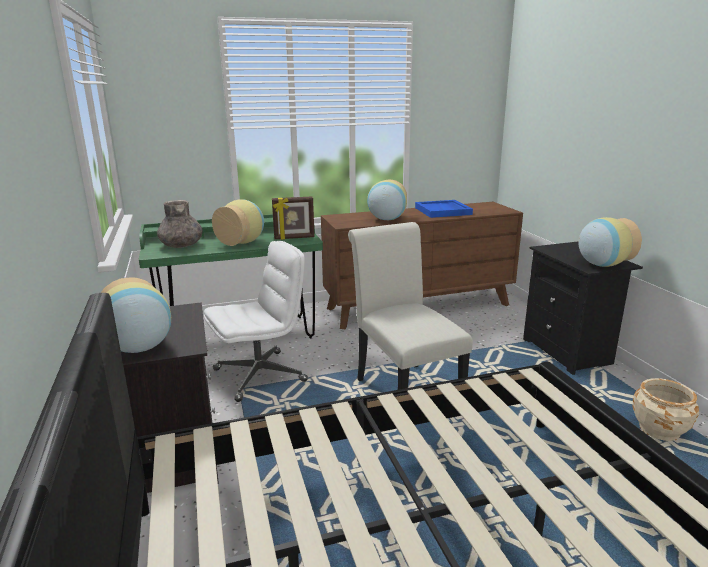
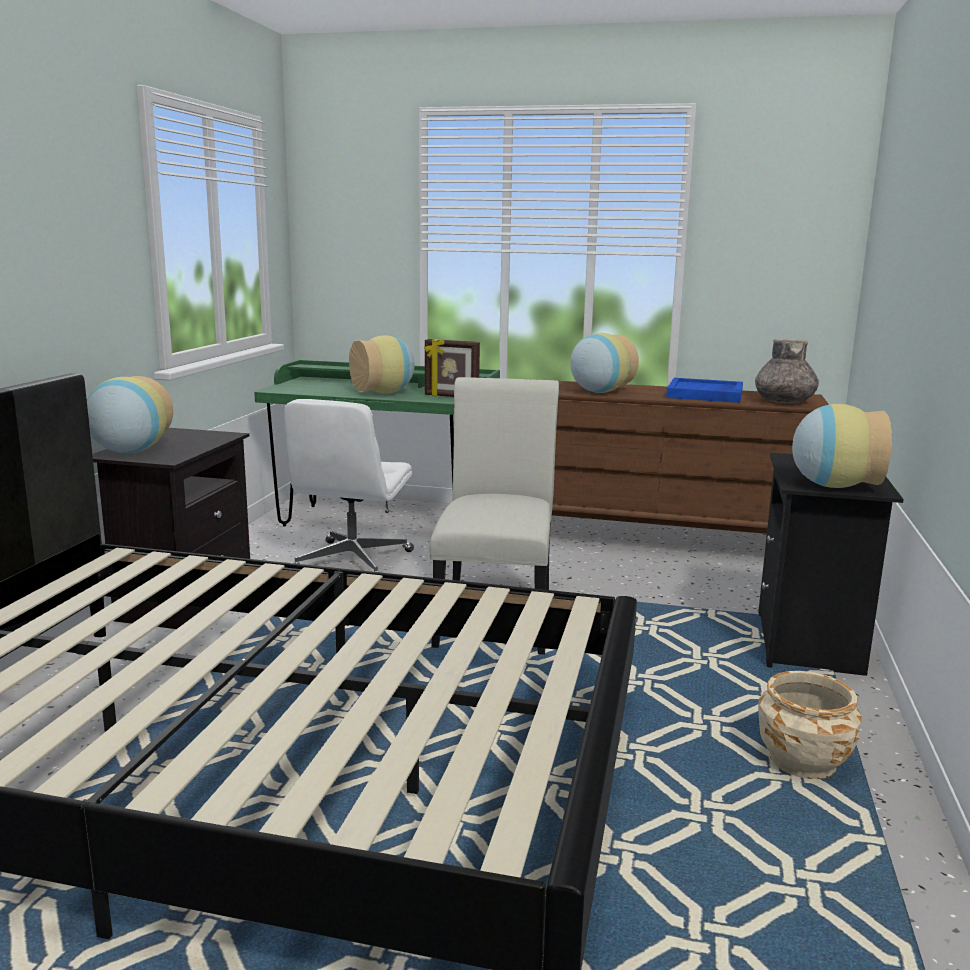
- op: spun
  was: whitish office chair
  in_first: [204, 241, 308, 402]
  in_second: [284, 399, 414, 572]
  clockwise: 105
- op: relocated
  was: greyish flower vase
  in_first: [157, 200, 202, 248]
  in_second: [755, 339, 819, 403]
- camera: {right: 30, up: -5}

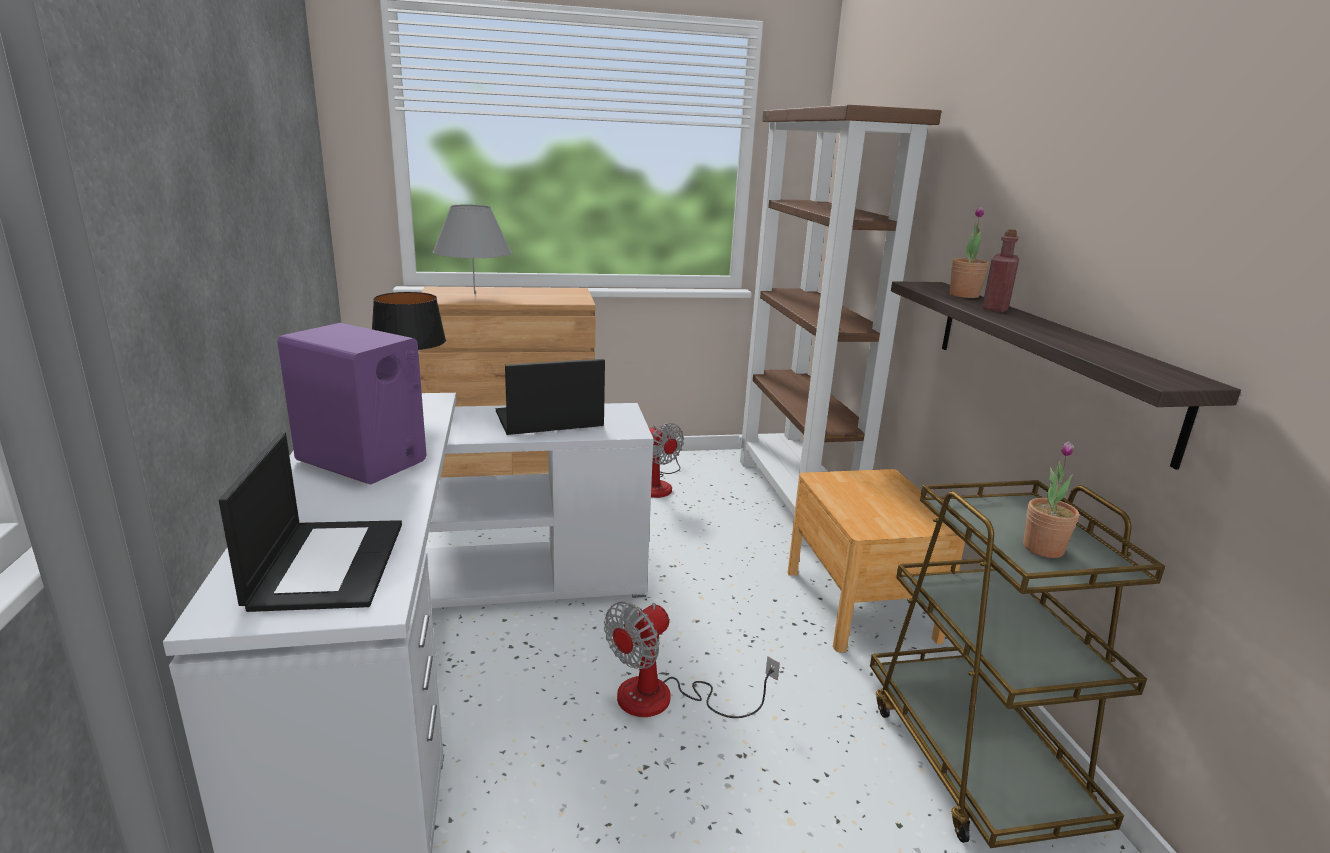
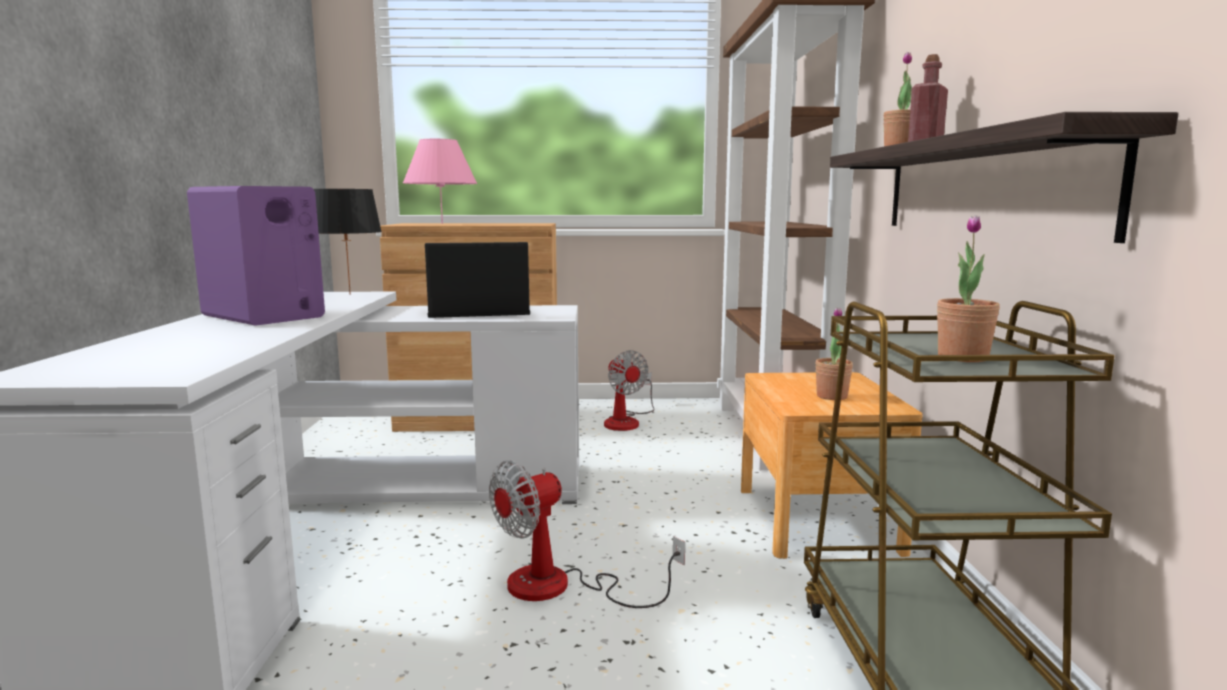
- op: colour
  was: greyish lamp for a table
  now: pink lamp for a table
  in_first: [433, 205, 512, 294]
  in_second: [403, 139, 477, 224]
- op: appeared
  now: plant in a pot
  in_second: [815, 308, 853, 400]
- op: missing
  was: laptop
  in_first: [219, 433, 402, 612]
- camera: {right: 10, up: -10}

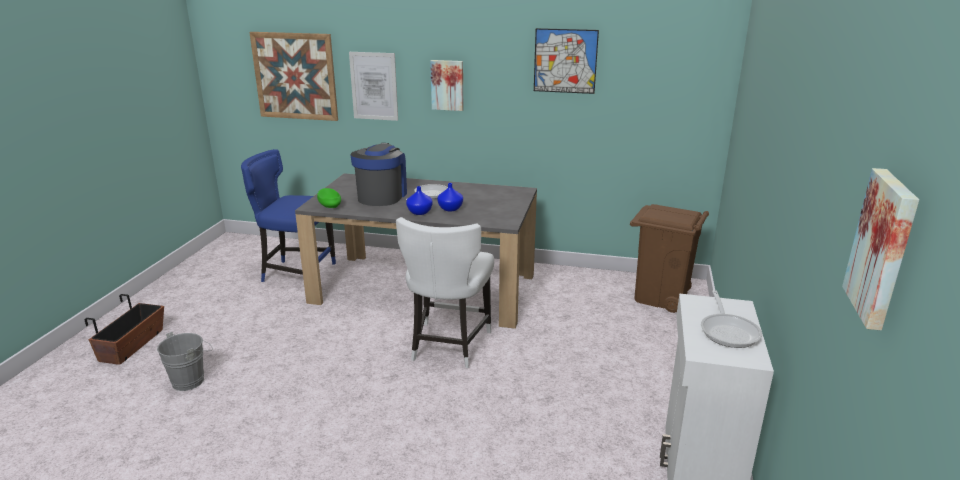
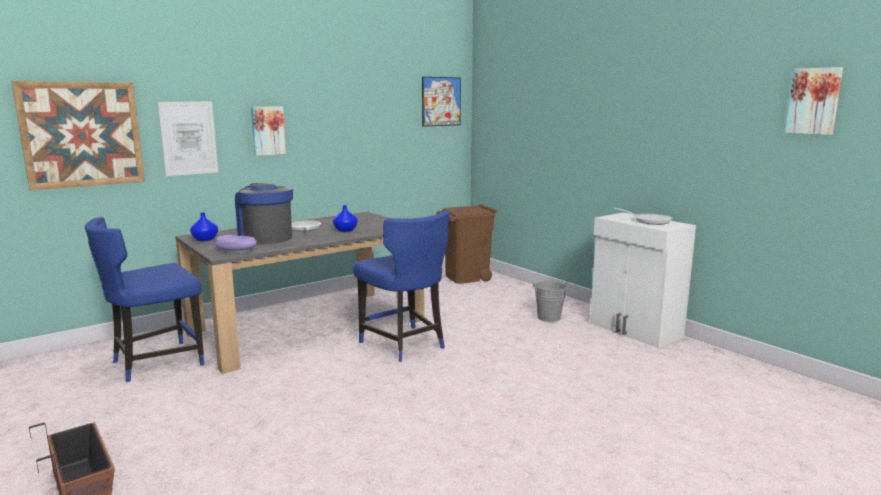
- op: relocated
  was: bluish flower vase
  in_first: [406, 186, 433, 215]
  in_second: [190, 213, 218, 241]
- op: colour
  was: green-coloured bowl
  now: purple-coloured bowl
  in_first: [317, 188, 341, 210]
  in_second: [215, 235, 257, 253]
- op: colour
  was: whitish plain chair
  now: bluish plain chair
  in_first: [396, 217, 494, 368]
  in_second: [353, 210, 450, 362]
- op: relocated
  was: wall art
  in_first: [534, 28, 599, 94]
  in_second: [422, 77, 461, 127]
- op: relocated
  was: greyish bucket
  in_first: [157, 332, 213, 391]
  in_second: [533, 281, 568, 322]
- camera: {right: -50, up: -10}

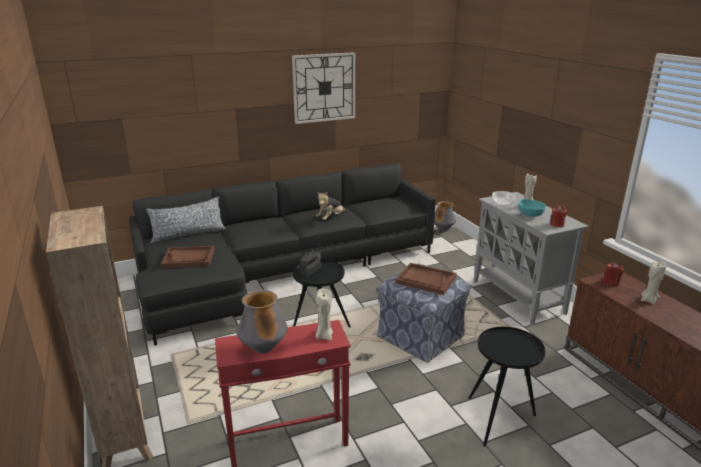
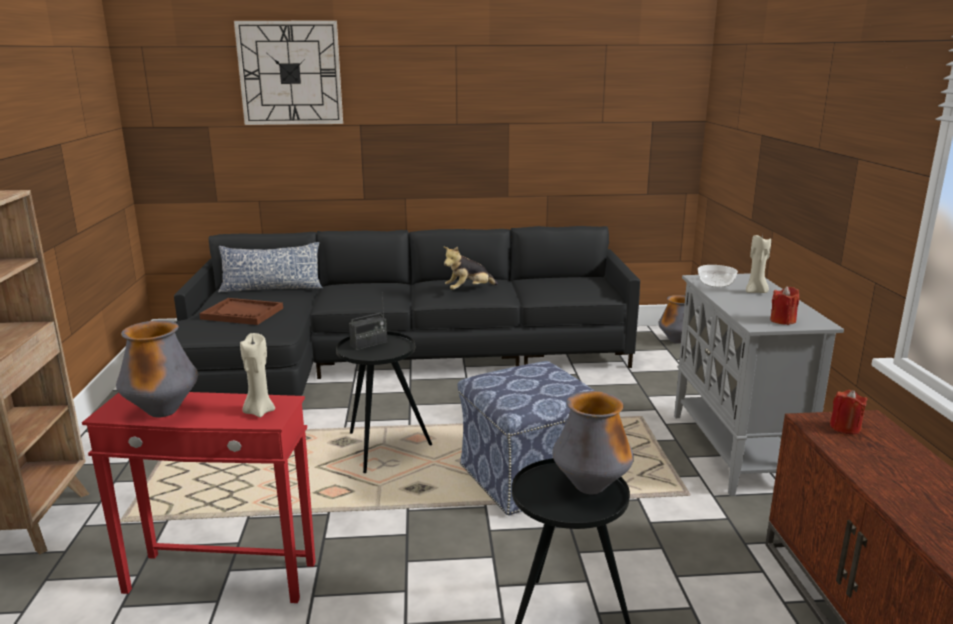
- op: relocated
  was: clock on the wall
  in_first: [292, 52, 355, 124]
  in_second: [234, 21, 343, 125]
- op: appeared
  now: flower vase
  in_second: [552, 391, 634, 494]
- op: missing
  was: brown carrying tray
  in_first: [396, 263, 456, 295]
- op: missing
  was: turquoise bowl
  in_first: [518, 199, 546, 217]
- op: missing
  was: sand-coloured candle
  in_first: [641, 261, 666, 304]
- camera: {right: 20, up: -5}

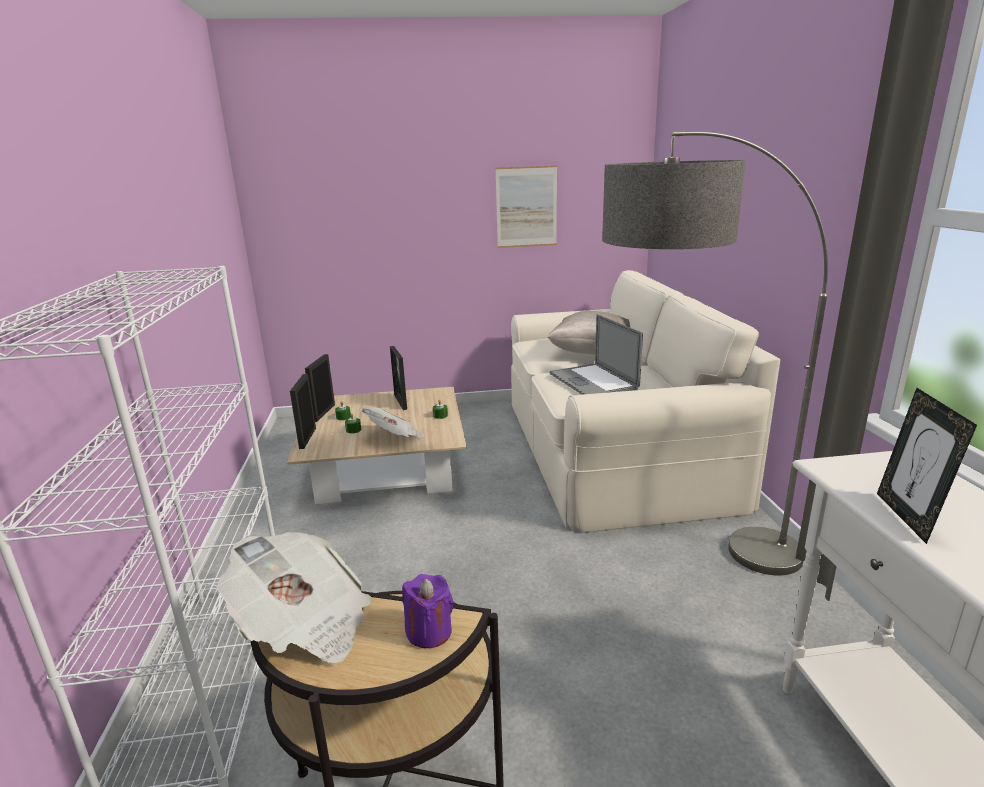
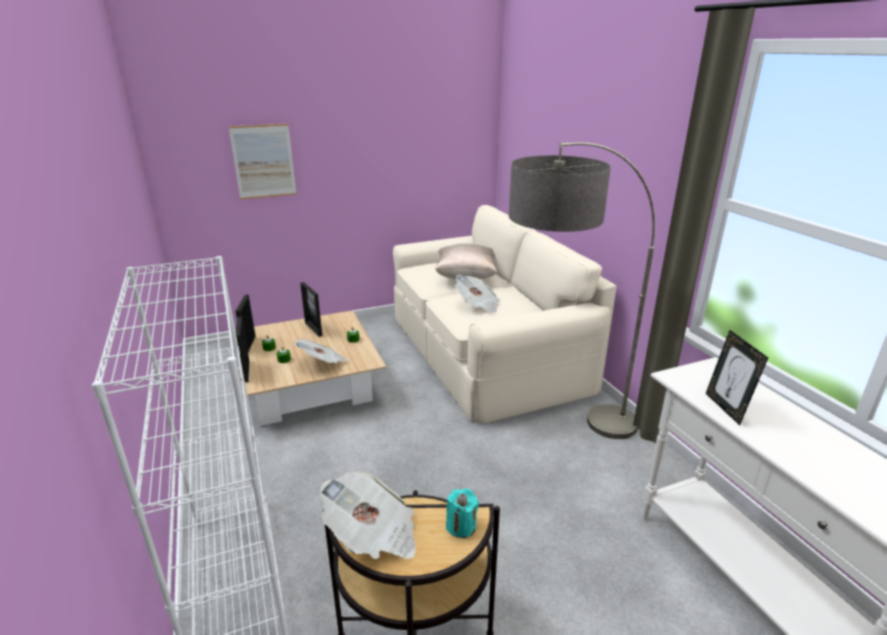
- op: relocated
  was: wall art
  in_first: [495, 165, 557, 248]
  in_second: [229, 124, 297, 199]
- op: colour
  was: purple-coloured candle
  now: turquoise candle
  in_first: [402, 574, 453, 648]
  in_second: [446, 488, 479, 538]
- op: exchanged
  was: laptop
  now: newspaper
  in_first: [550, 314, 643, 395]
  in_second: [455, 275, 500, 313]
- camera: {right: -15, up: 5}

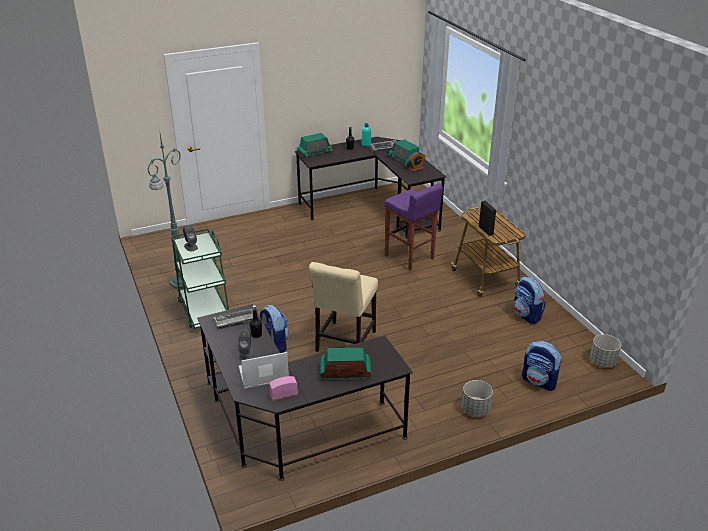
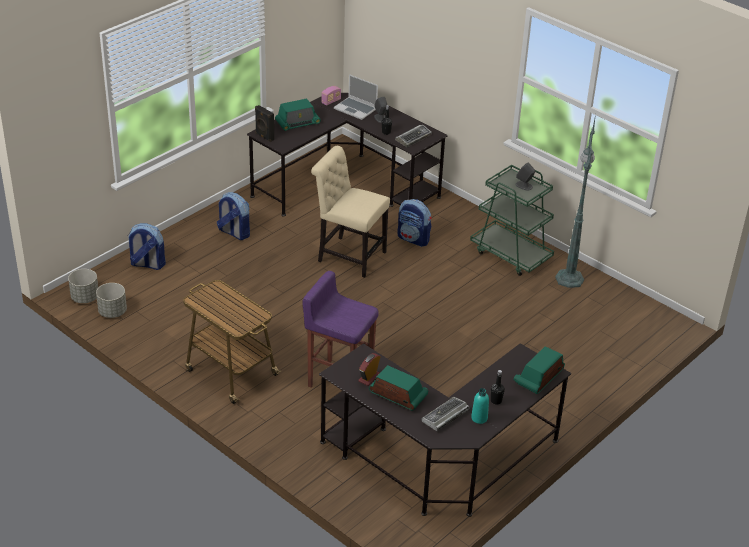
- op: relocated
  was: greyish planter
  in_first: [462, 380, 493, 417]
  in_second: [96, 283, 127, 318]
- op: relocated
  was: backpack
  in_first: [513, 277, 546, 324]
  in_second: [217, 192, 250, 240]
- op: relocated
  was: black speaker
  in_first: [479, 200, 497, 236]
  in_second: [255, 105, 274, 142]
- op: spun
  was: sand-coloured plain chair
  in_first: [309, 262, 378, 352]
  in_second: [311, 146, 390, 278]
  clockwise: -60
- op: spun
  was: laptop
  in_first: [239, 352, 289, 389]
  in_second: [334, 74, 378, 120]
  clockwise: 75
- camera: {right: 155, up: 5}

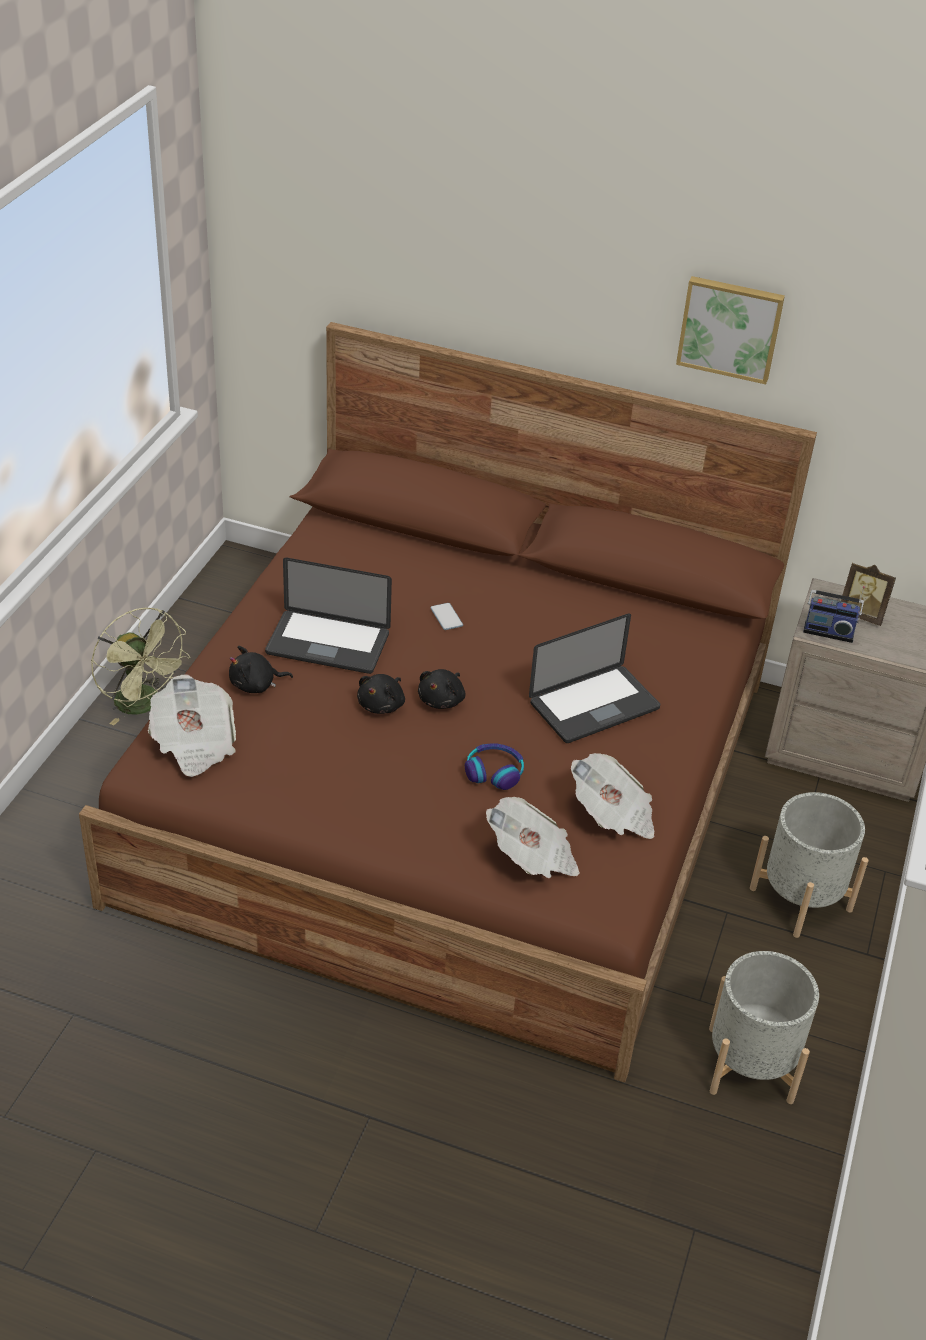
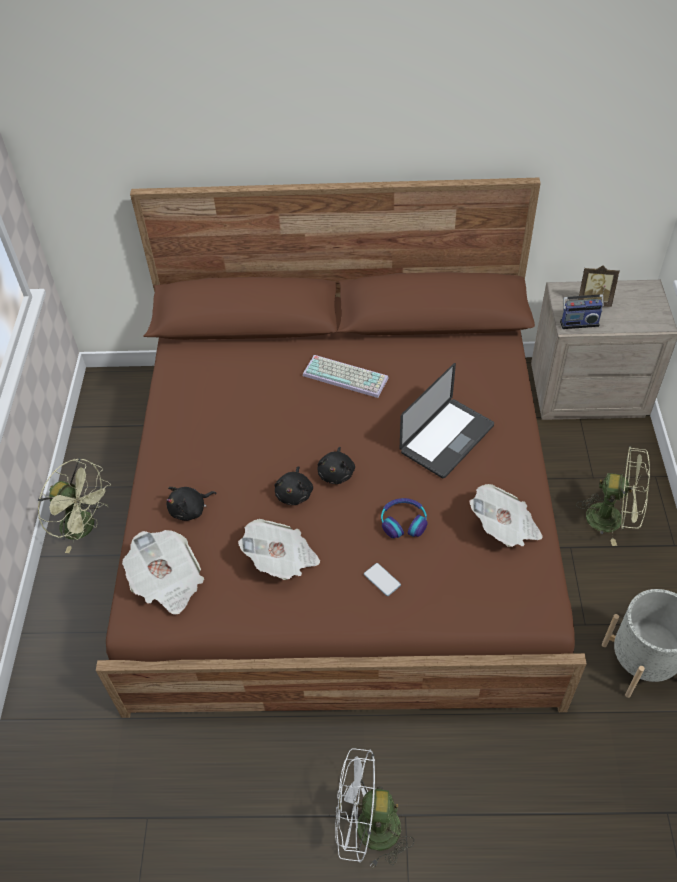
- op: relocated
  was: newspaper
  in_first: [486, 797, 580, 878]
  in_second: [238, 519, 320, 580]
- op: appeared
  now: PC keyboard
  in_second: [303, 355, 389, 398]
- op: appeared
  now: whitish cooling fan
  in_second: [335, 748, 414, 868]
- op: relocated
  was: handset
  in_first: [430, 603, 463, 630]
  in_second: [364, 563, 401, 596]
- op: exchanged
  was: greyish planter
  now: green-coloured cooling fan
  in_first: [750, 792, 869, 938]
  in_second: [576, 446, 650, 546]
- op: missing
  was: laptop
  in_first: [265, 558, 392, 674]
- op: missing
  was: wall art
  in_first: [676, 276, 785, 384]
- camera: {right: -15, up: 10}

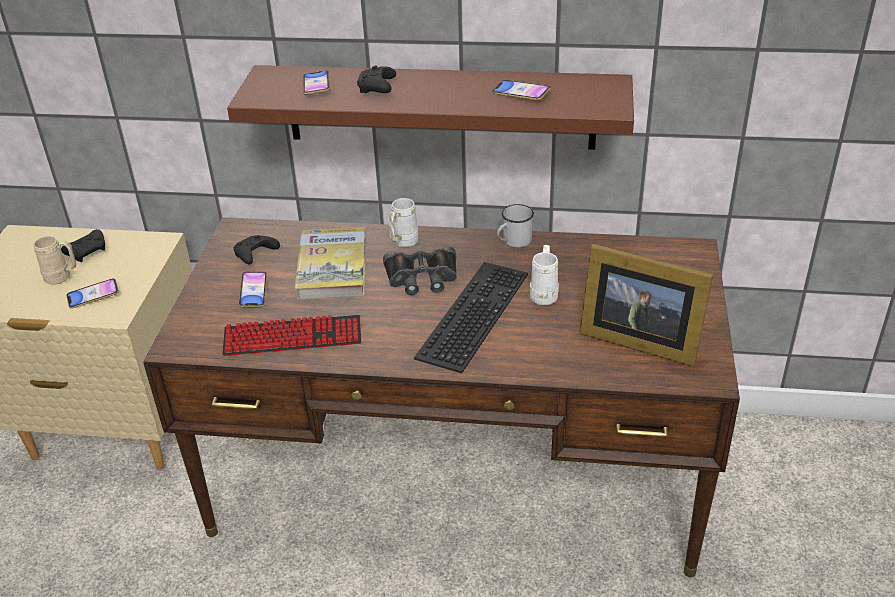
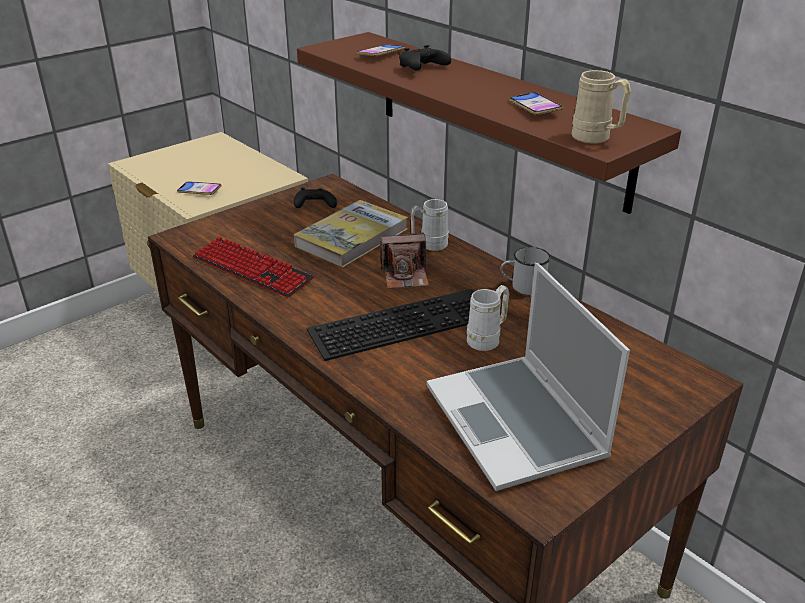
- op: exchanged
  was: black field glasses
  now: still camera
  in_first: [383, 246, 457, 295]
  in_second: [380, 233, 429, 289]
- op: exchanged
  was: photo frame
  now: laptop
  in_first: [579, 244, 713, 367]
  in_second: [426, 262, 630, 491]
- op: relocated
  was: sand-coloured tea mug
  in_first: [33, 236, 76, 285]
  in_second: [572, 70, 631, 144]
- op: missing
  was: black gamepad
  in_first: [61, 229, 105, 262]
- op: missing
  was: handset
  in_first: [239, 272, 267, 307]
- camera: {right: 40, up: -5}

